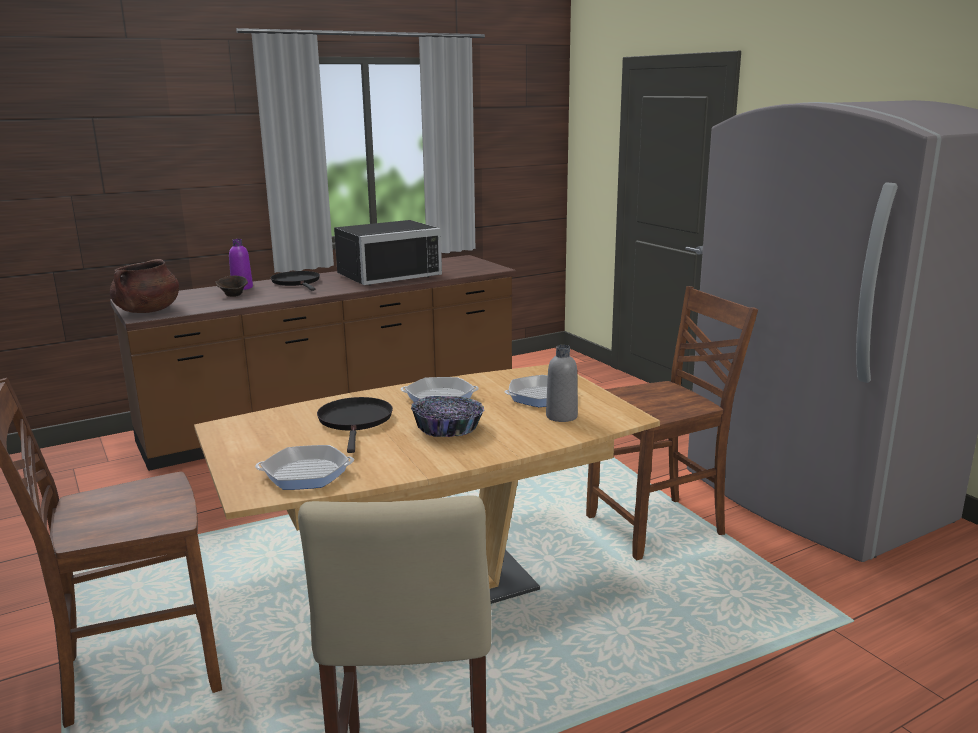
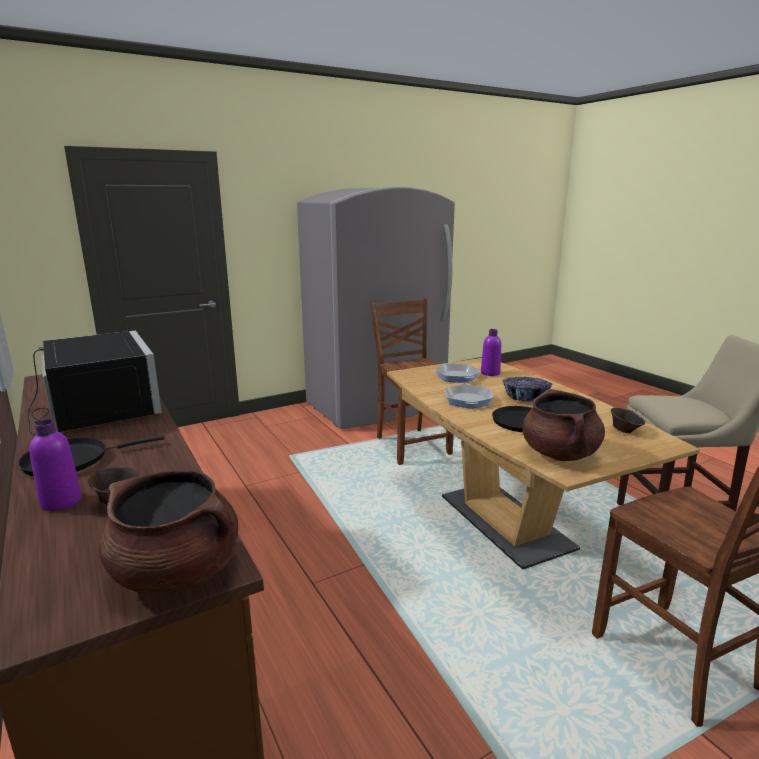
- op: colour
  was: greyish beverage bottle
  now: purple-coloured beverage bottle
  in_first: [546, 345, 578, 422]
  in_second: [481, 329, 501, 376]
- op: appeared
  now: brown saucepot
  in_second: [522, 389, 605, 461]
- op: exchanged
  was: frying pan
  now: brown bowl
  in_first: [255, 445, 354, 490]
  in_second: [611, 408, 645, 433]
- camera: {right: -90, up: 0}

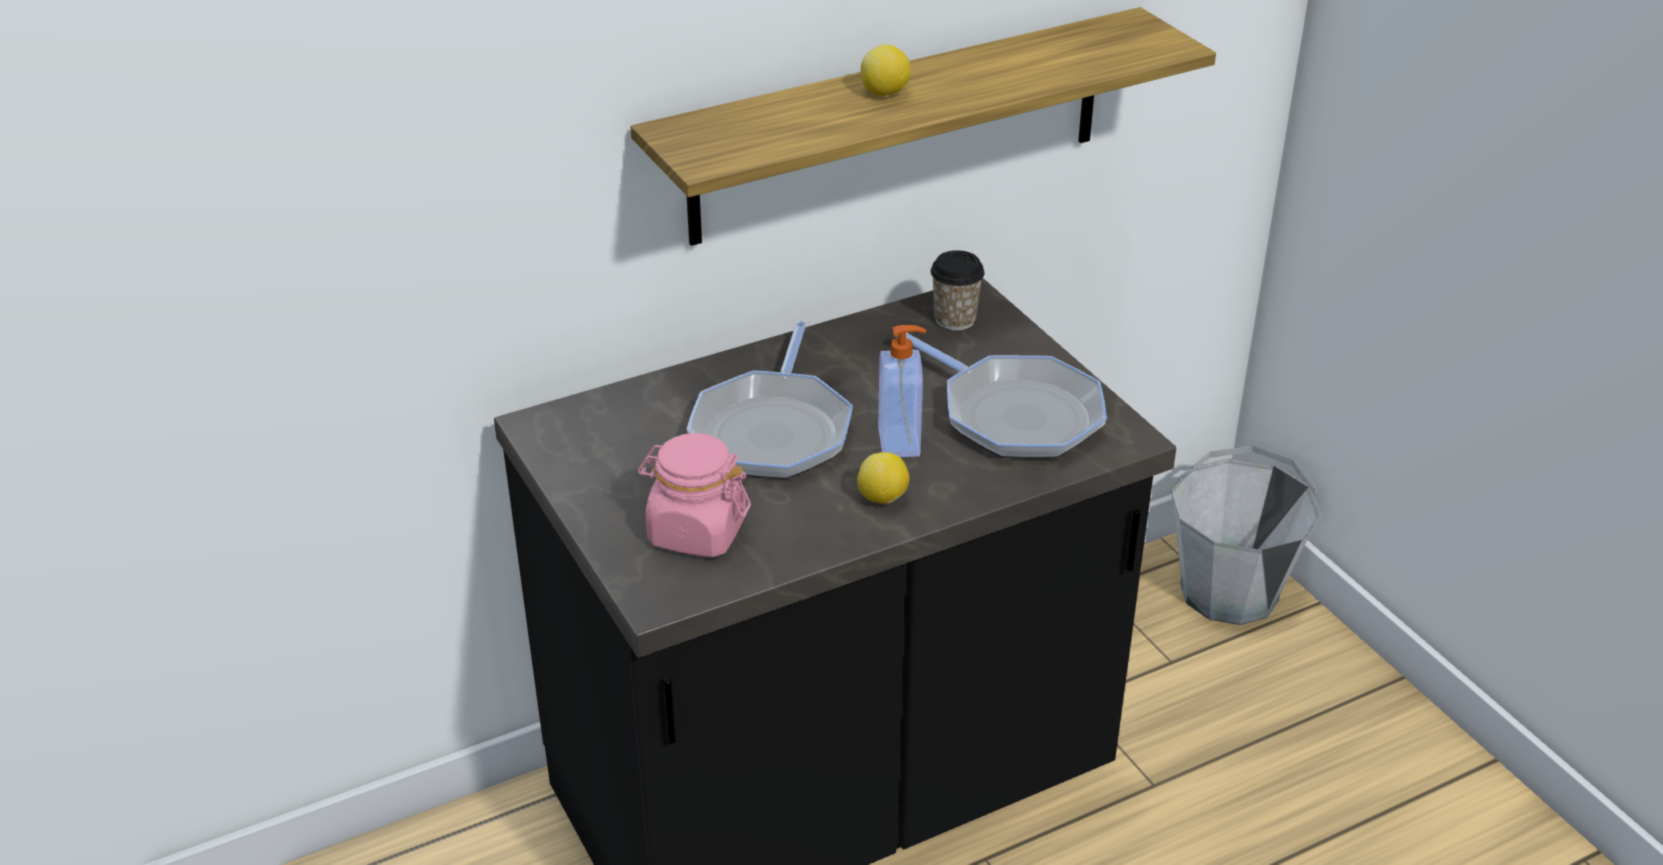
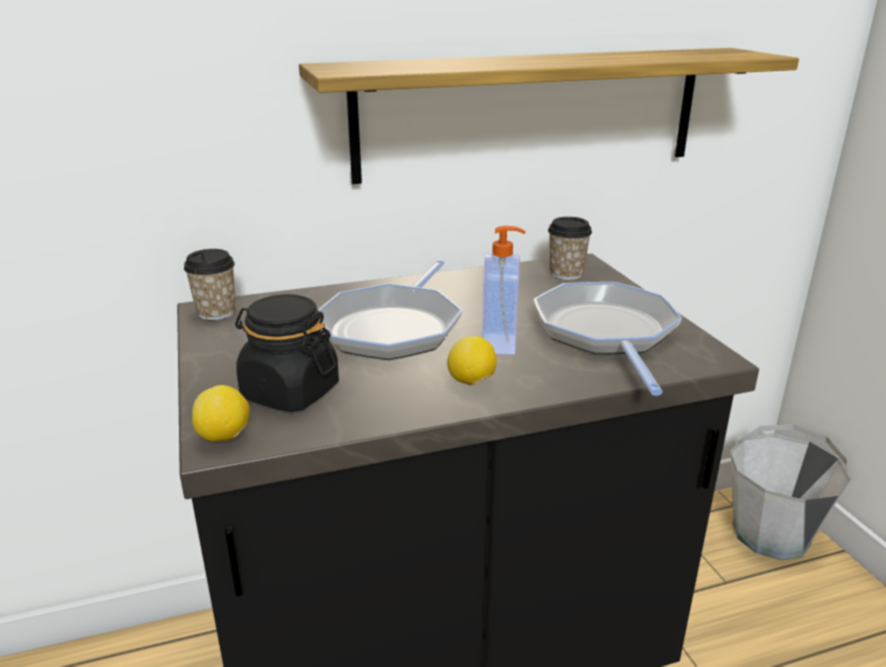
- op: appeared
  now: small cup
  in_second: [184, 249, 235, 320]
- op: relocated
  was: lemon
  in_first: [861, 44, 911, 96]
  in_second: [192, 385, 250, 442]
- op: colour
  was: pink preserve jar
  now: black preserve jar
  in_first: [638, 433, 751, 557]
  in_second: [235, 294, 339, 412]
- op: spun
  was: frying pan
  in_first: [896, 333, 1107, 459]
  in_second: [534, 282, 682, 396]
  clockwise: -150
- camera: {right: 10, up: -10}

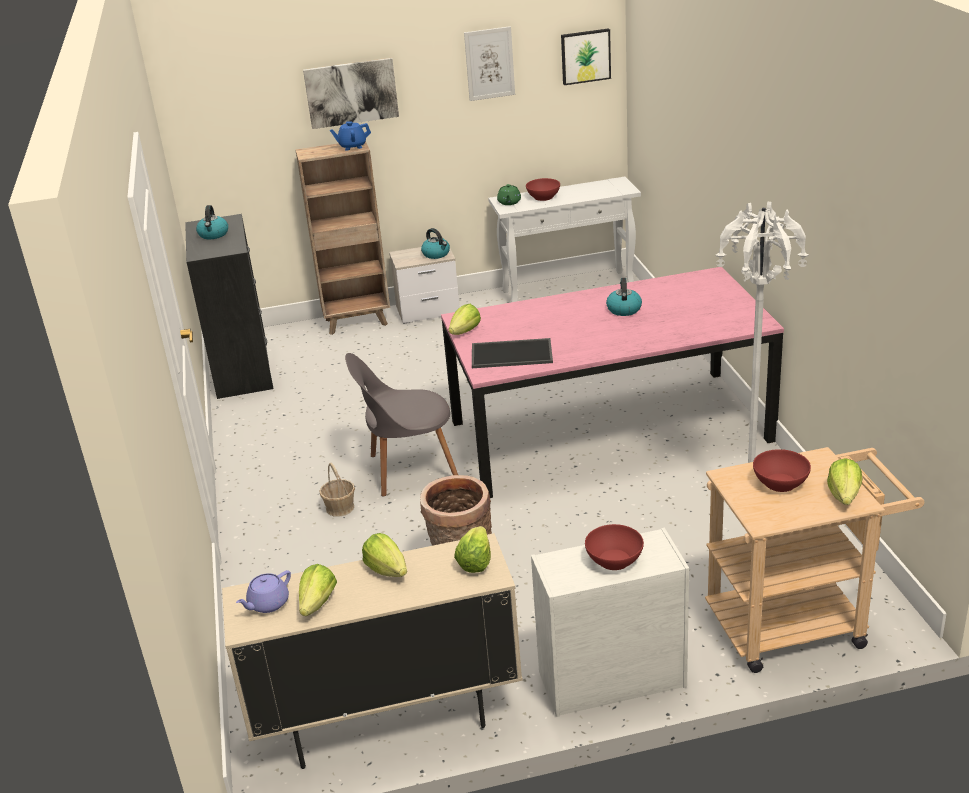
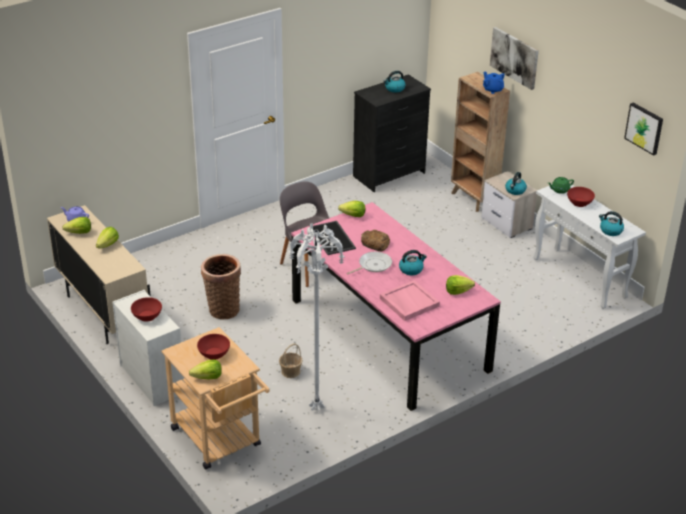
- op: relocated
  was: basket
  in_first: [319, 463, 355, 517]
  in_second: [279, 343, 303, 378]
- op: appeared
  now: frying pan
  in_second: [346, 252, 392, 275]
- op: appeared
  now: bread
  in_second: [361, 230, 390, 252]
- op: appeared
  now: pink carrying tray
  in_second: [380, 280, 440, 321]
- op: relocated
  was: head of lettuce
  in_first: [454, 526, 491, 573]
  in_second: [446, 275, 475, 295]
- op: appeared
  now: kettle
  in_second: [599, 211, 624, 236]
- op: missing
  was: wall art
  in_first: [464, 26, 515, 101]
- camera: {right: 65, up: 5}

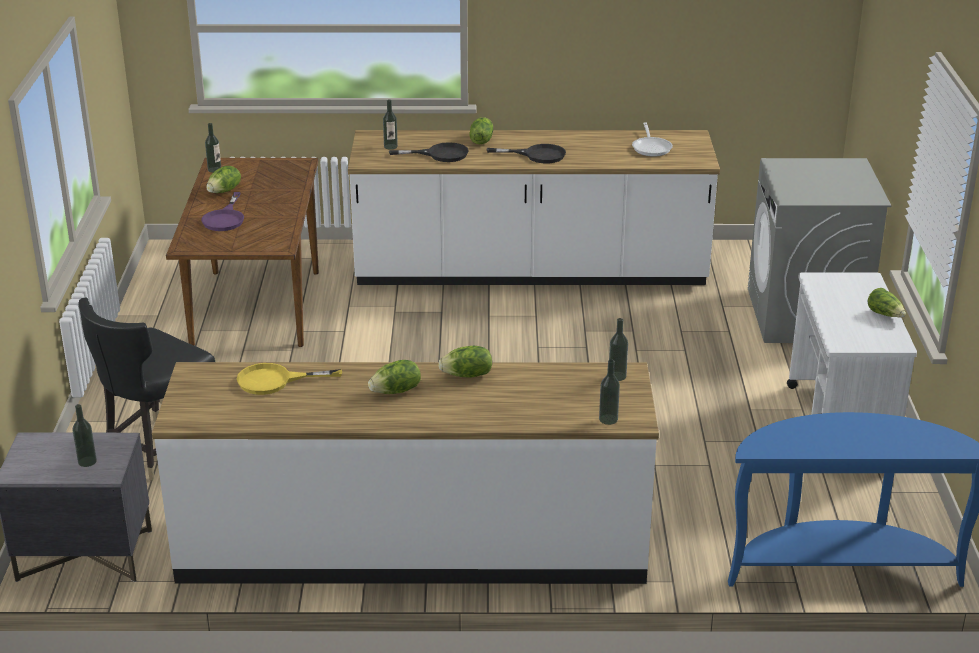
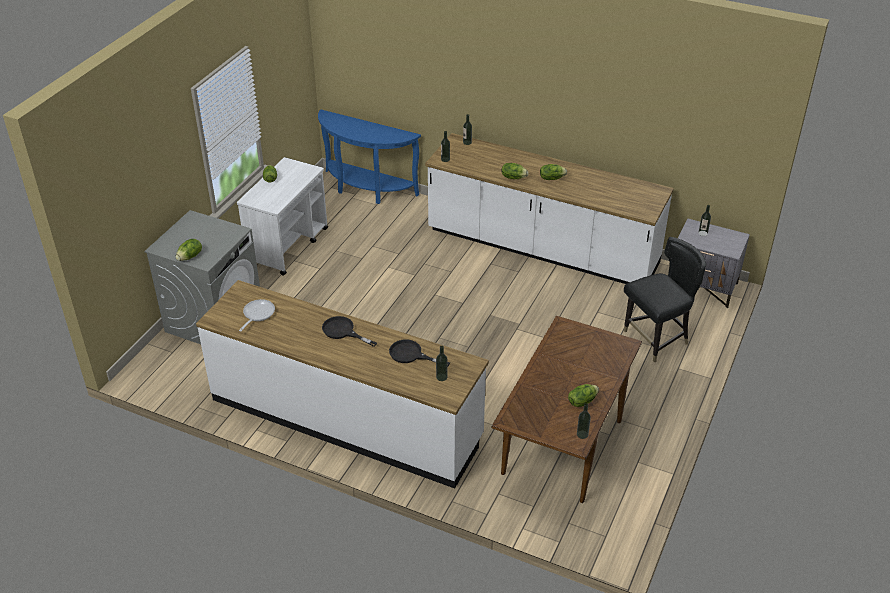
- op: relocated
  was: head of lettuce
  in_first: [469, 117, 493, 144]
  in_second: [176, 239, 202, 261]
- op: missing
  was: purple-coloured frying pan
  in_first: [201, 192, 244, 231]
- op: missing
  was: yellowish frying pan
  in_first: [237, 363, 342, 395]
- camera: {right: -155, up: 10}

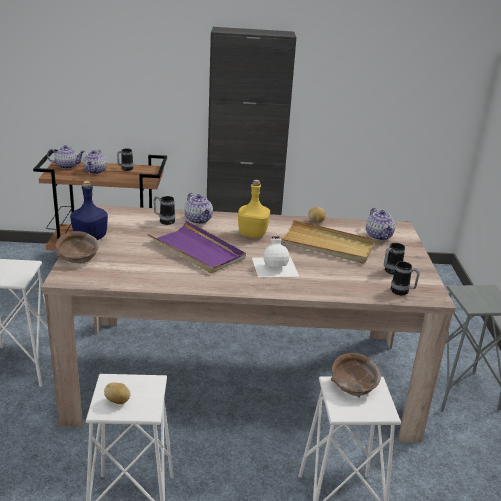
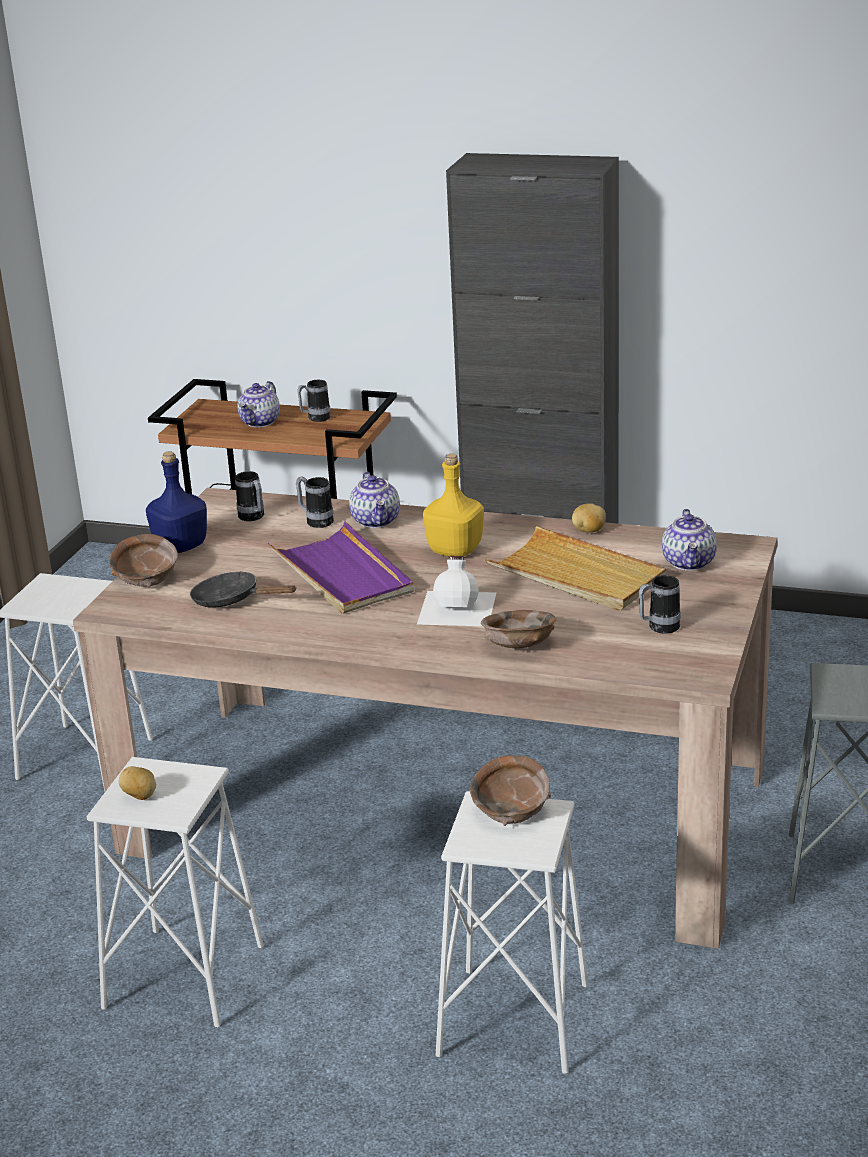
- op: appeared
  now: black frying pan
  in_second: [190, 571, 297, 608]
- op: relocated
  was: tea mug
  in_first: [391, 261, 420, 295]
  in_second: [235, 471, 264, 521]
- op: appeared
  now: brown bowl
  in_second: [481, 610, 556, 649]
- op: missing
  was: tea pot
  in_first: [47, 145, 85, 169]
- camera: {right: 20, up: 0}

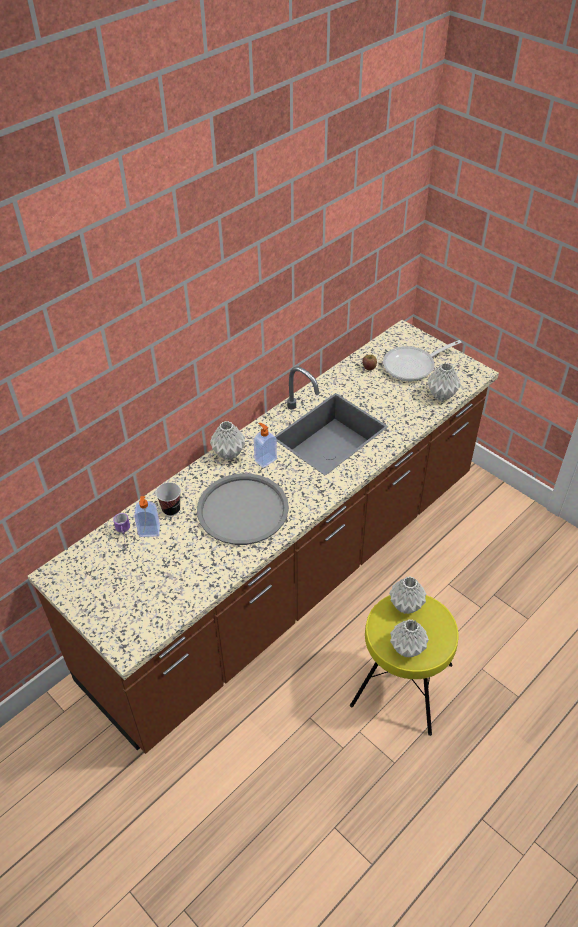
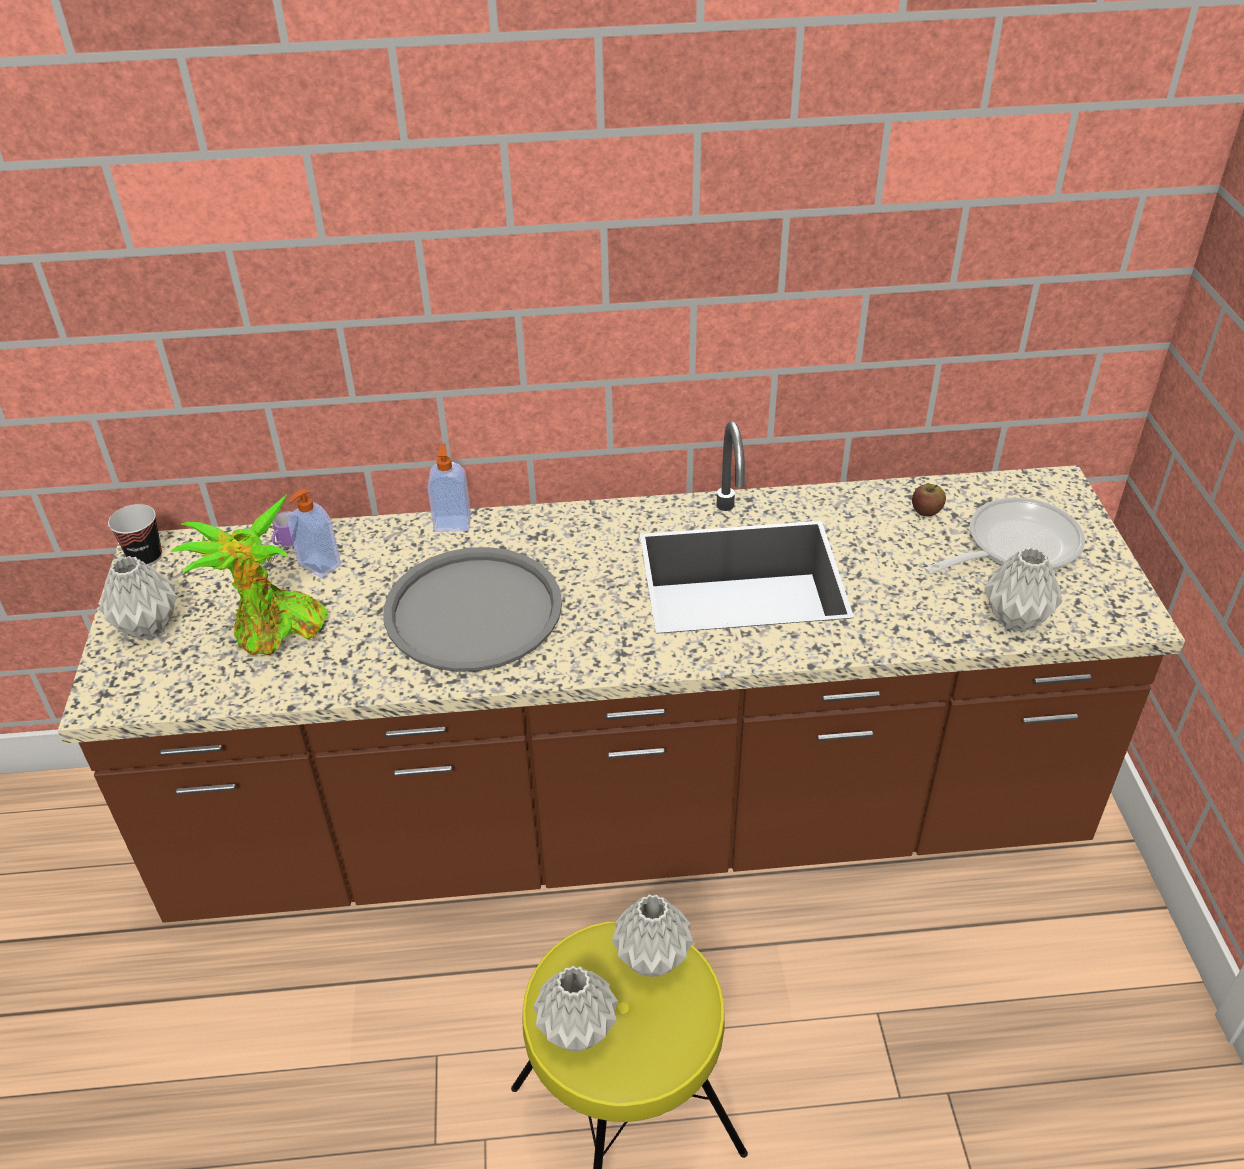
- op: relocated
  was: greyish flower vase
  in_first: [210, 421, 245, 460]
  in_second: [99, 556, 177, 640]
- op: relocated
  was: small cup
  in_first: [156, 482, 181, 516]
  in_second: [108, 504, 162, 566]
- op: appeared
  now: plant in a pot
  in_second: [170, 494, 328, 655]
- op: relocated
  was: liquid soap bottle
  in_first: [254, 423, 277, 468]
  in_second: [427, 444, 471, 532]
- op: spun
  was: frying pan
  in_first: [383, 340, 461, 381]
  in_second: [924, 497, 1085, 574]
  clockwise: 135
- camera: {right: 40, up: -5}

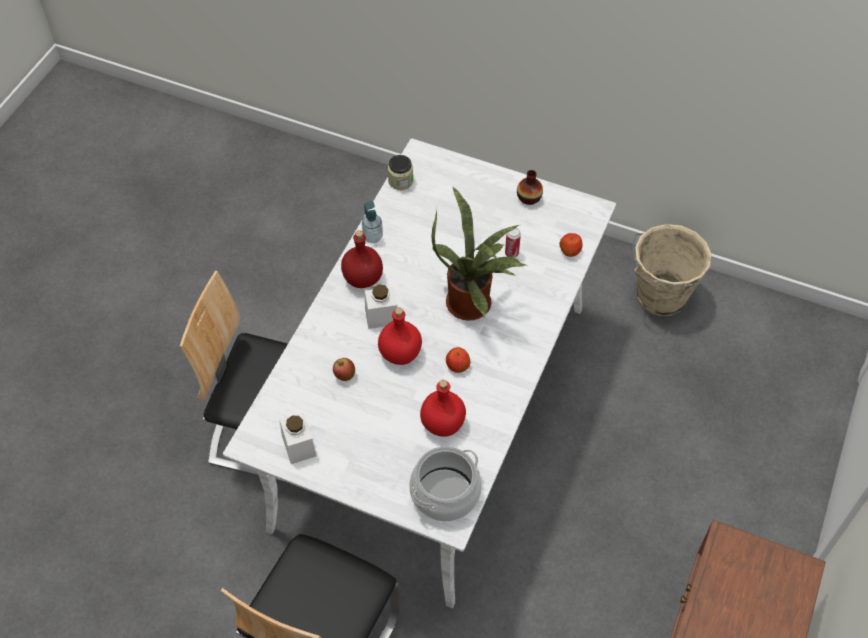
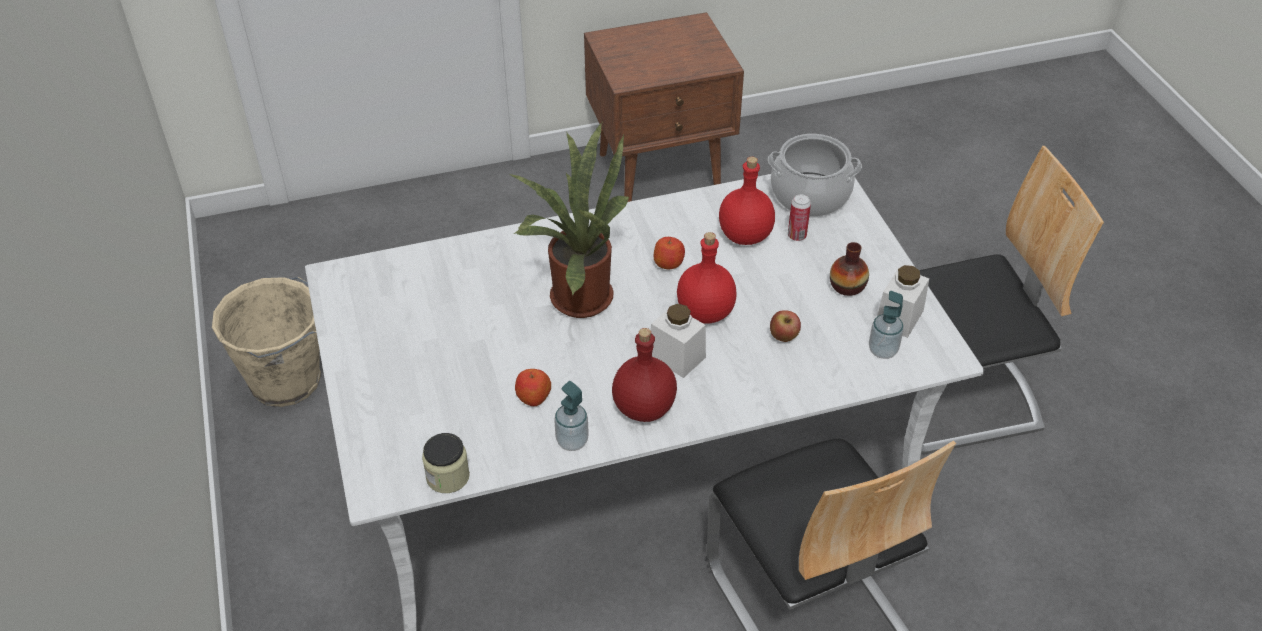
- op: relocated
  was: whole apple
  in_first: [559, 233, 582, 257]
  in_second: [515, 369, 551, 406]
- op: relocated
  was: metal can
  in_first: [505, 228, 521, 258]
  in_second: [788, 194, 811, 241]
- op: relocated
  was: flower vase
  in_first: [517, 170, 543, 205]
  in_second: [830, 242, 869, 296]
- op: appeared
  now: liquid soap bottle
  in_second: [869, 291, 904, 359]
- camera: {right: -130, up: -10}

